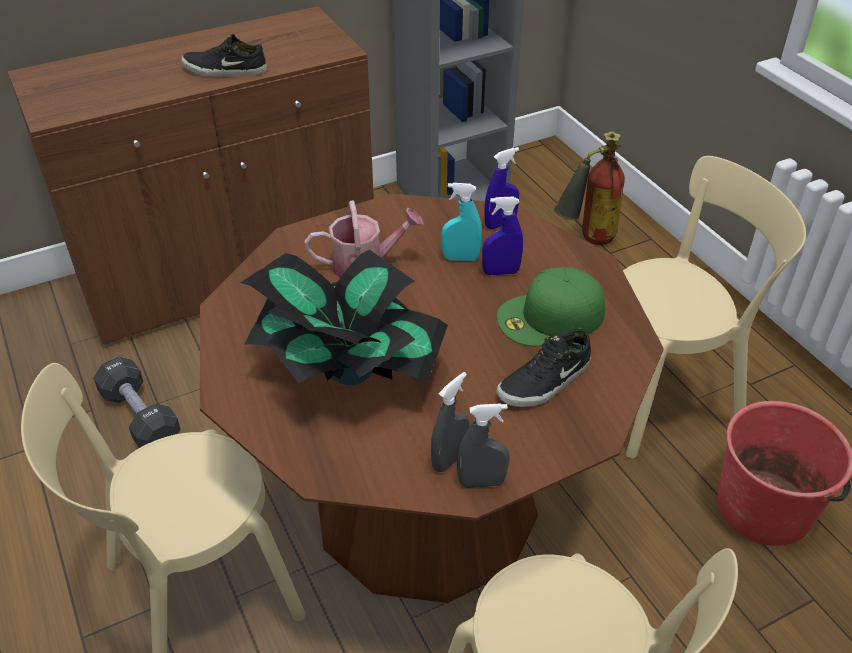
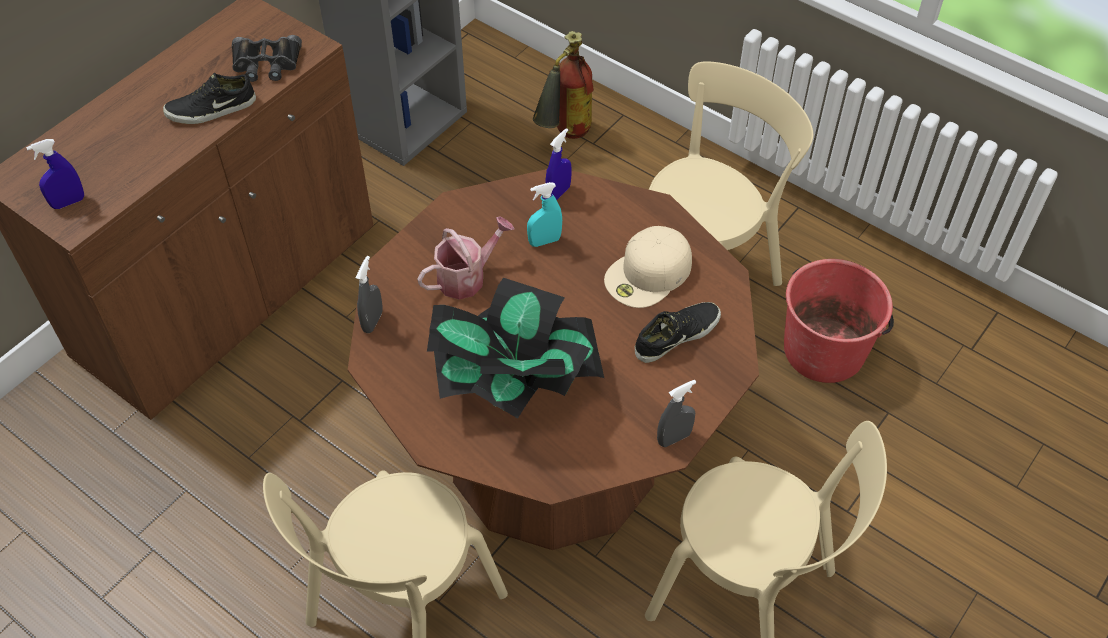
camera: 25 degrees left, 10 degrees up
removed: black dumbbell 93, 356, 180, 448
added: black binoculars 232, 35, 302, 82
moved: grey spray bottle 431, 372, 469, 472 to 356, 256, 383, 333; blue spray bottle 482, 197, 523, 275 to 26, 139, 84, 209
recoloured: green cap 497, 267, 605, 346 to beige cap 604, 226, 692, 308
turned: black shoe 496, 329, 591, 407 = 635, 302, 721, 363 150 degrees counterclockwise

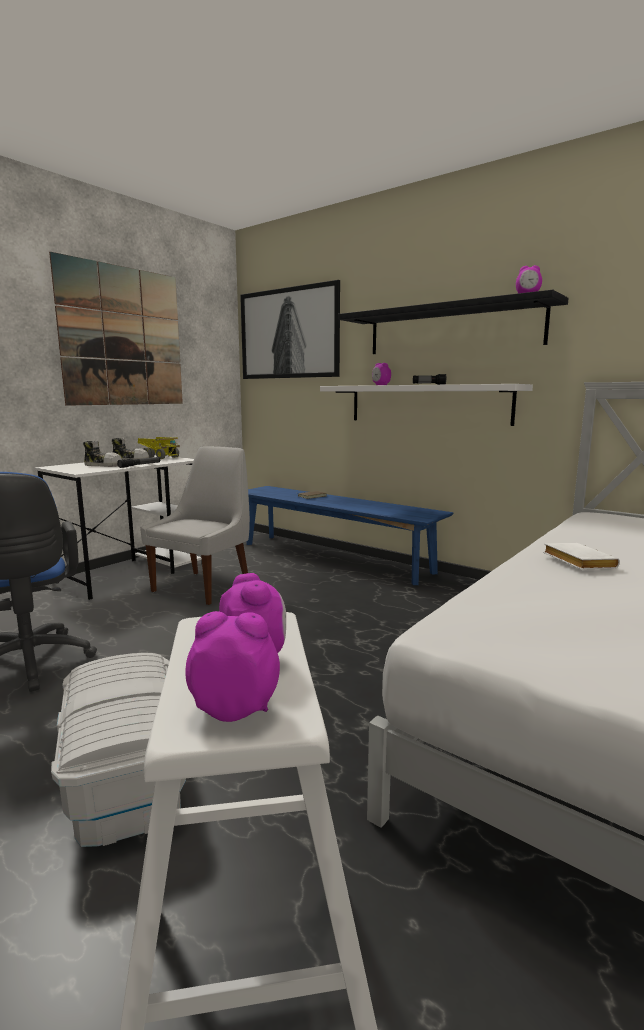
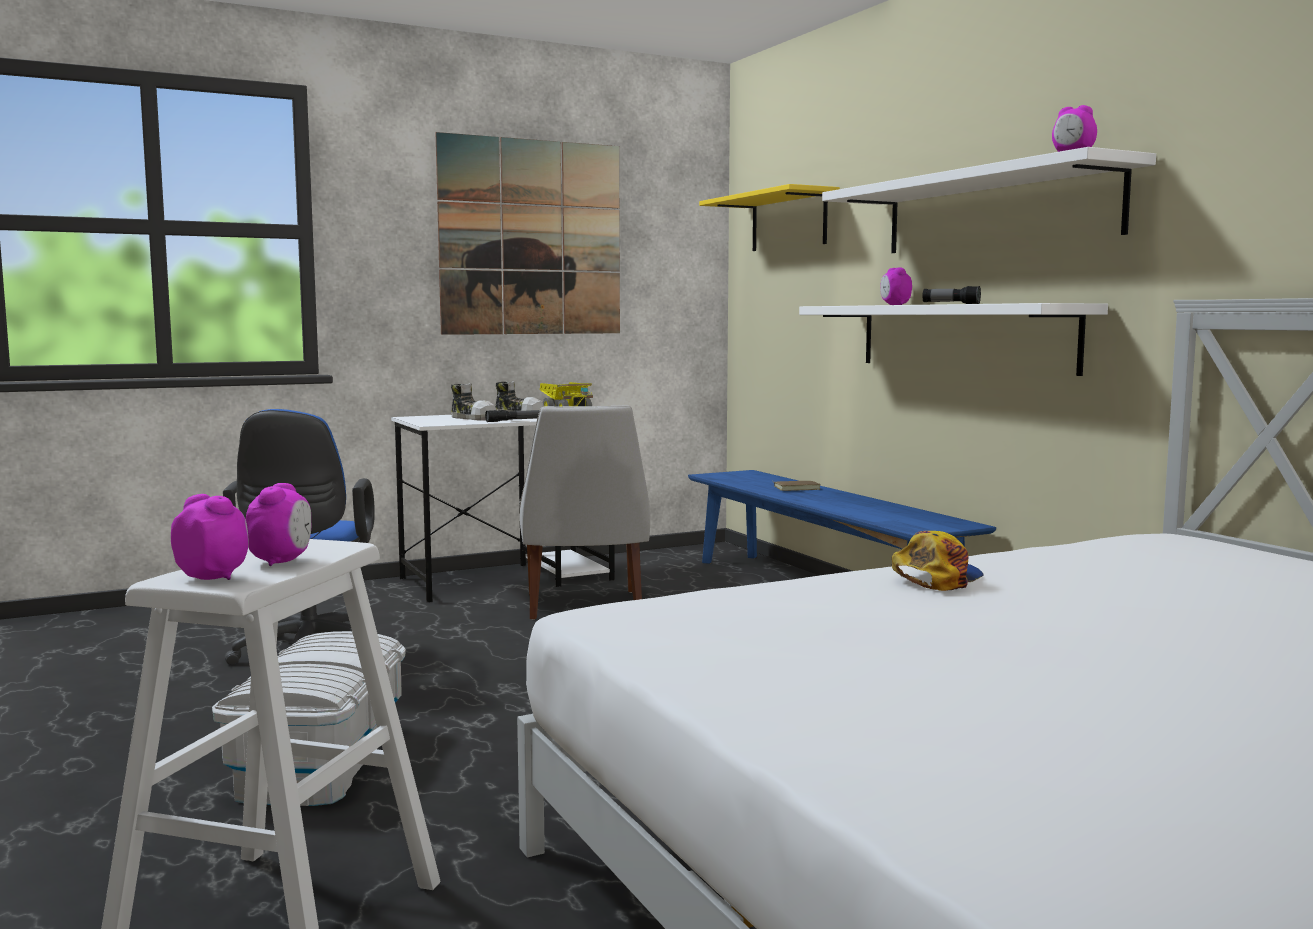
camera: 25 degrees right, 5 degrees down
replaced: picture 240, 280, 340, 379 to yellow shelf 699, 184, 840, 251; white book 543, 543, 620, 569 to cap 892, 531, 984, 591
recoloured: black shelf 338, 290, 569, 354 to white shelf 822, 147, 1156, 253
turned: white chair 140, 446, 250, 605 = 520, 405, 650, 620 120 degrees clockwise

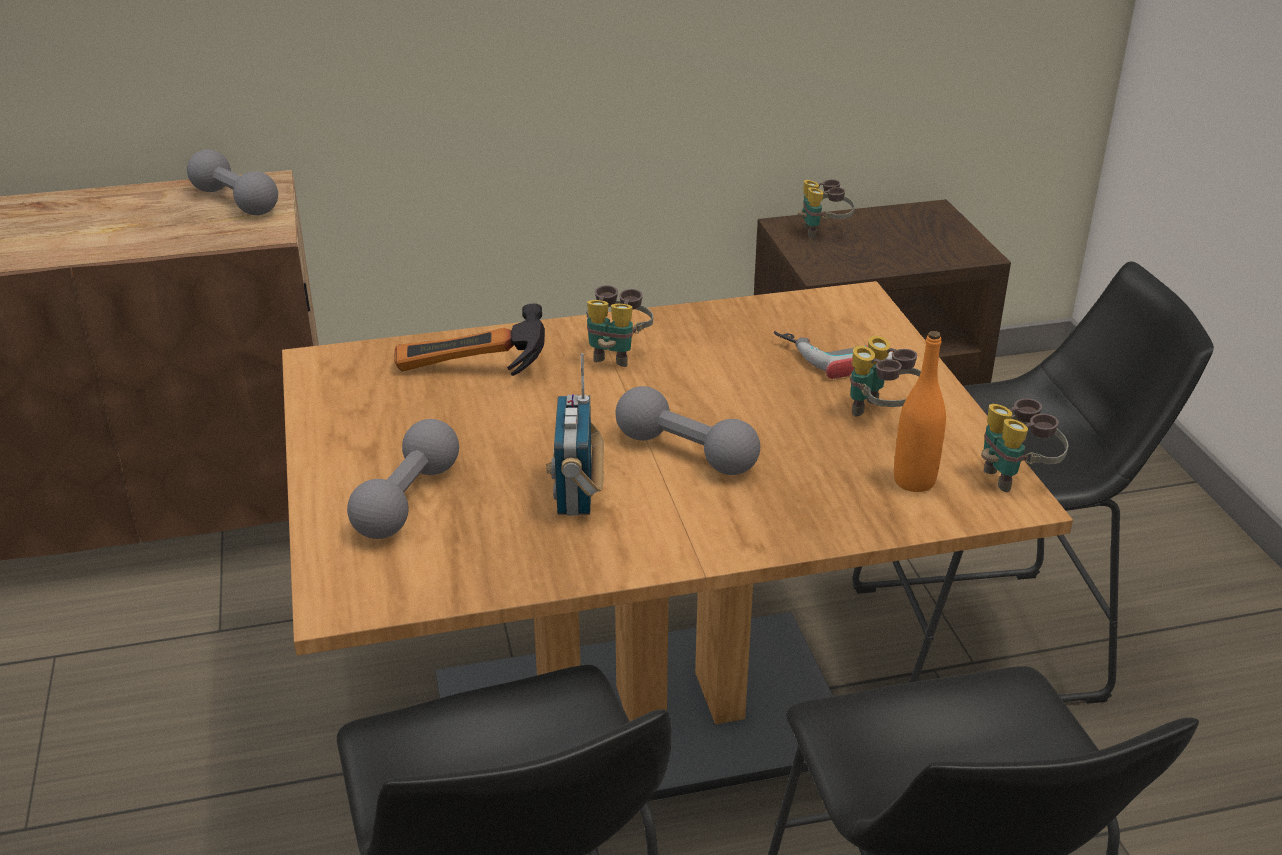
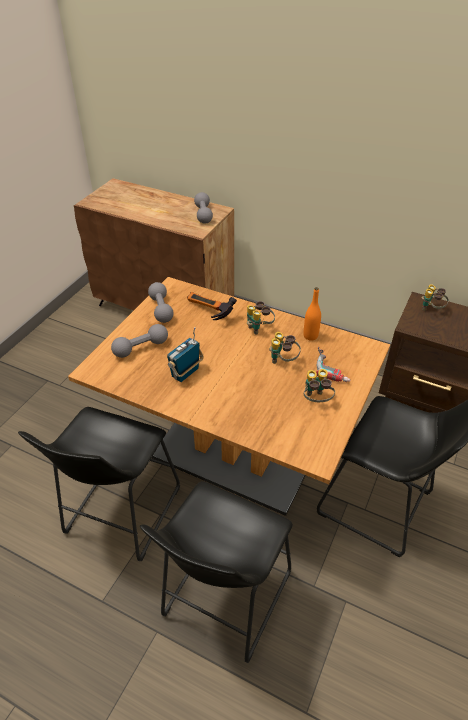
camera: 40 degrees right, 10 degrees up
moved: grey dumbbell 615, 386, 760, 475 to 148, 282, 174, 323; orange bottle 894, 331, 946, 492 to 304, 287, 321, 341; binoculars 981, 398, 1068, 492 to 269, 332, 301, 364

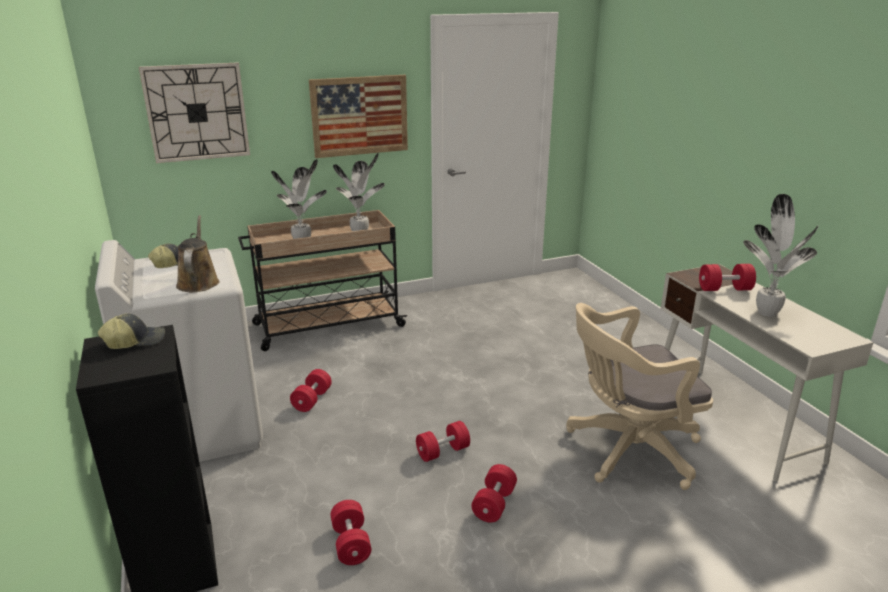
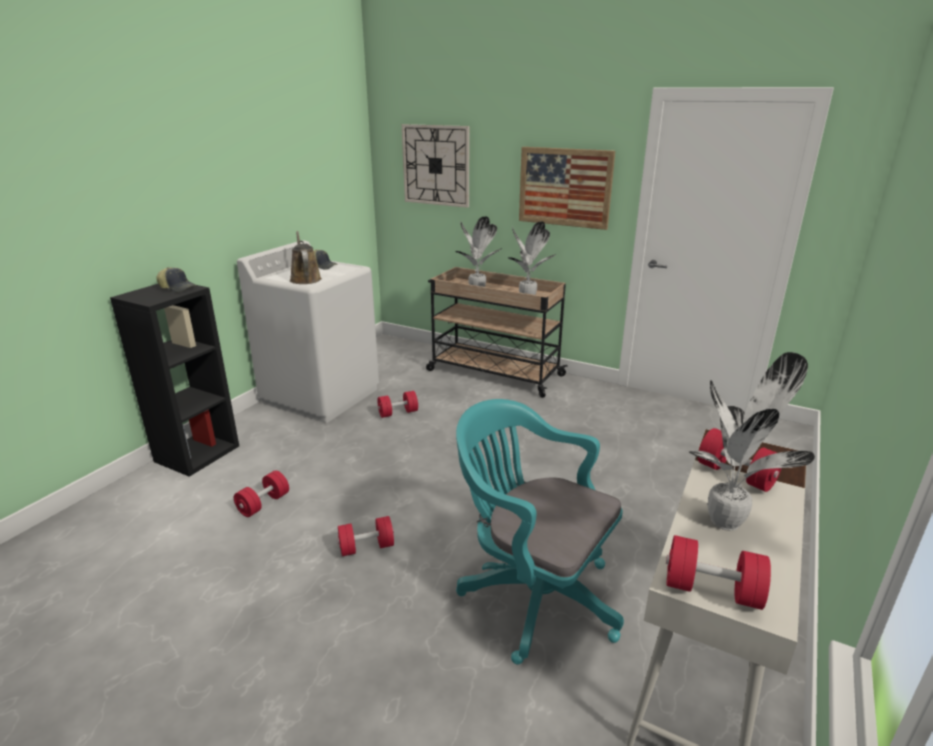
camera: 50 degrees right, 0 degrees up
moved: red dumbbell 416, 421, 470, 462 to 666, 535, 771, 610
recoloured: beige office chair 566, 303, 713, 490 to turquoise office chair 456, 399, 624, 665
turned: brown watering can 176, 215, 220, 292 = 290, 231, 322, 284 60 degrees counterclockwise

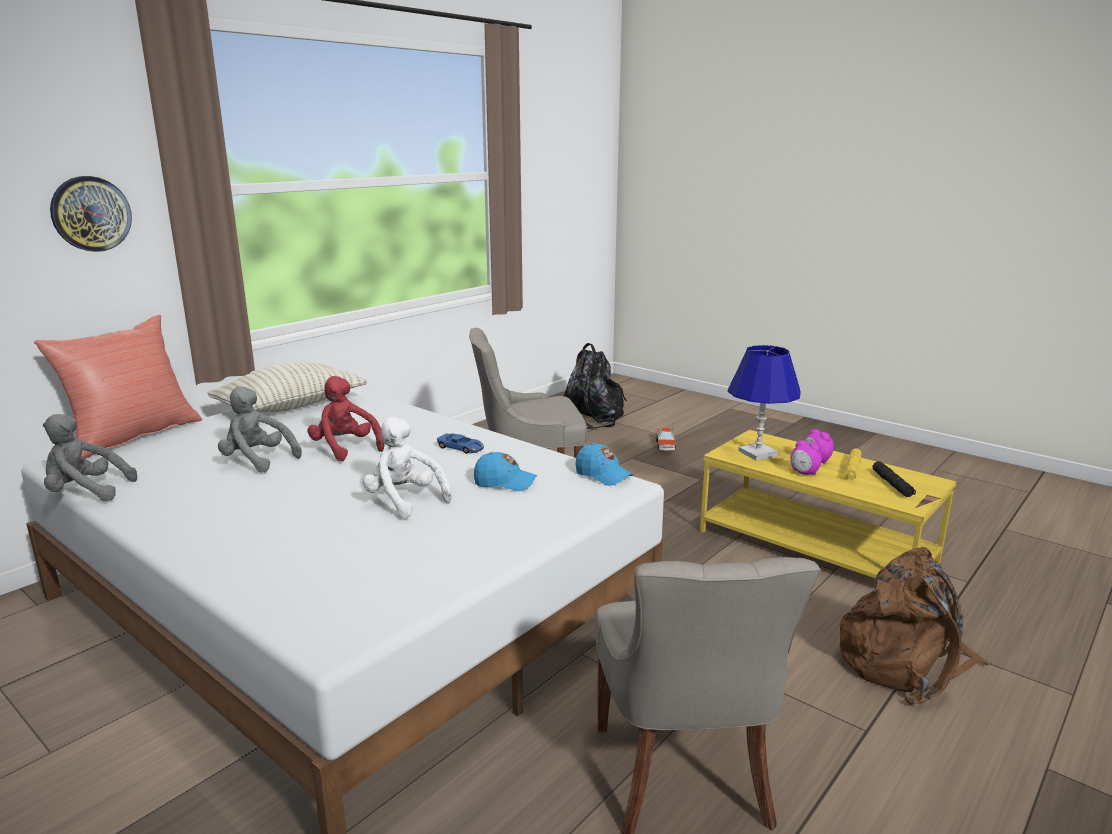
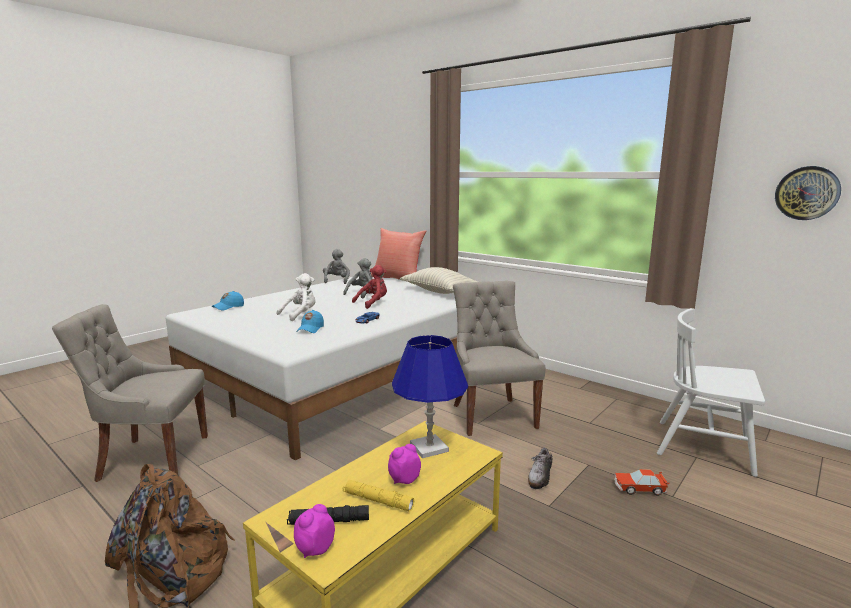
camera: 90 degrees right, 5 degrees down
added: shoe 528, 448, 556, 489
moved: wall clock 50, 176, 132, 252 to 775, 166, 841, 220; blue cap 575, 443, 633, 486 to 212, 291, 244, 311; alarm clock 790, 440, 822, 475 to 294, 504, 335, 558
replaced: black backpack 564, 343, 627, 429 to white chair 657, 308, 765, 477

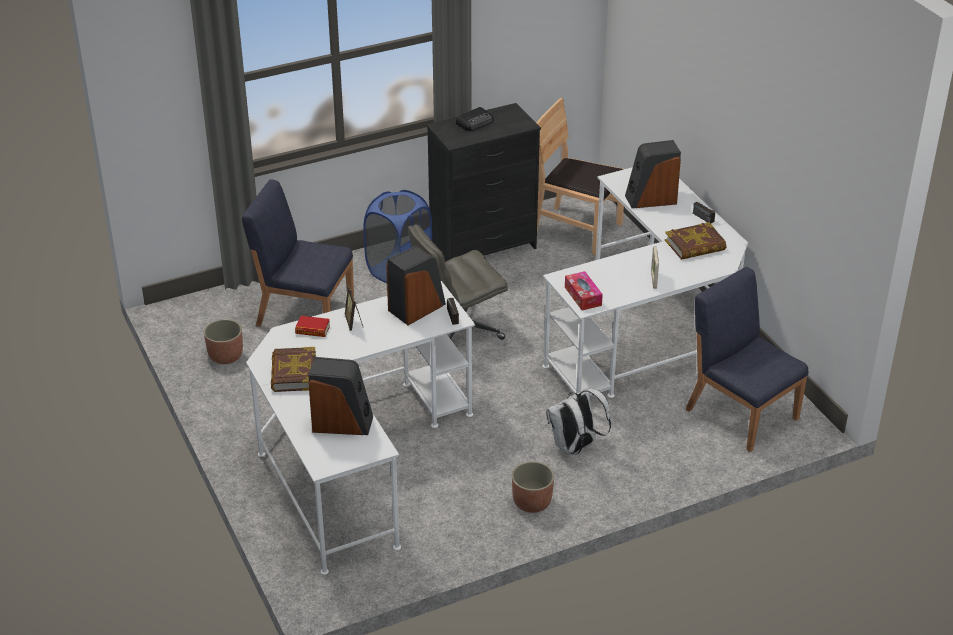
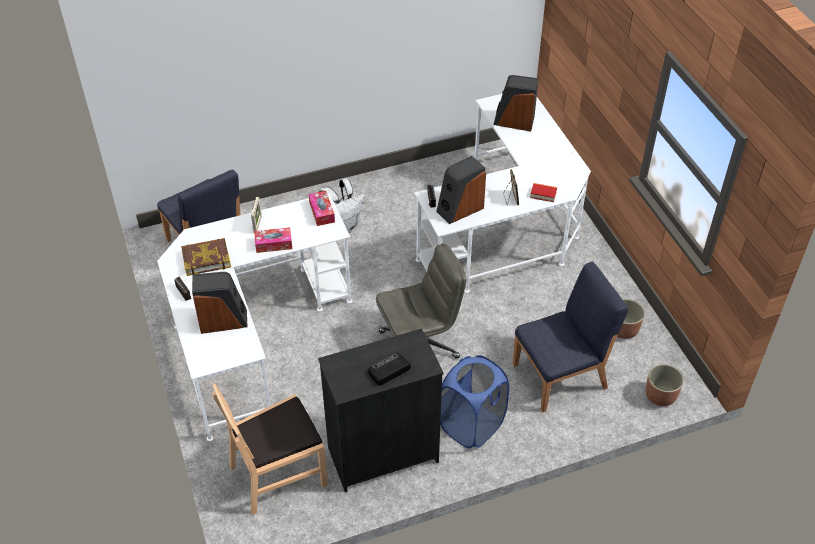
camera: 175 degrees left, 10 degrees up
removed: book 271, 347, 316, 392
added: tissue box 254, 227, 292, 253
moved: planter 512, 461, 554, 513 to 646, 364, 684, 406
turned: blue chair 242, 179, 354, 327 = 512, 261, 628, 412 45 degrees counterclockwise; brown chair 537, 97, 624, 255 = 212, 383, 328, 515 120 degrees clockwise

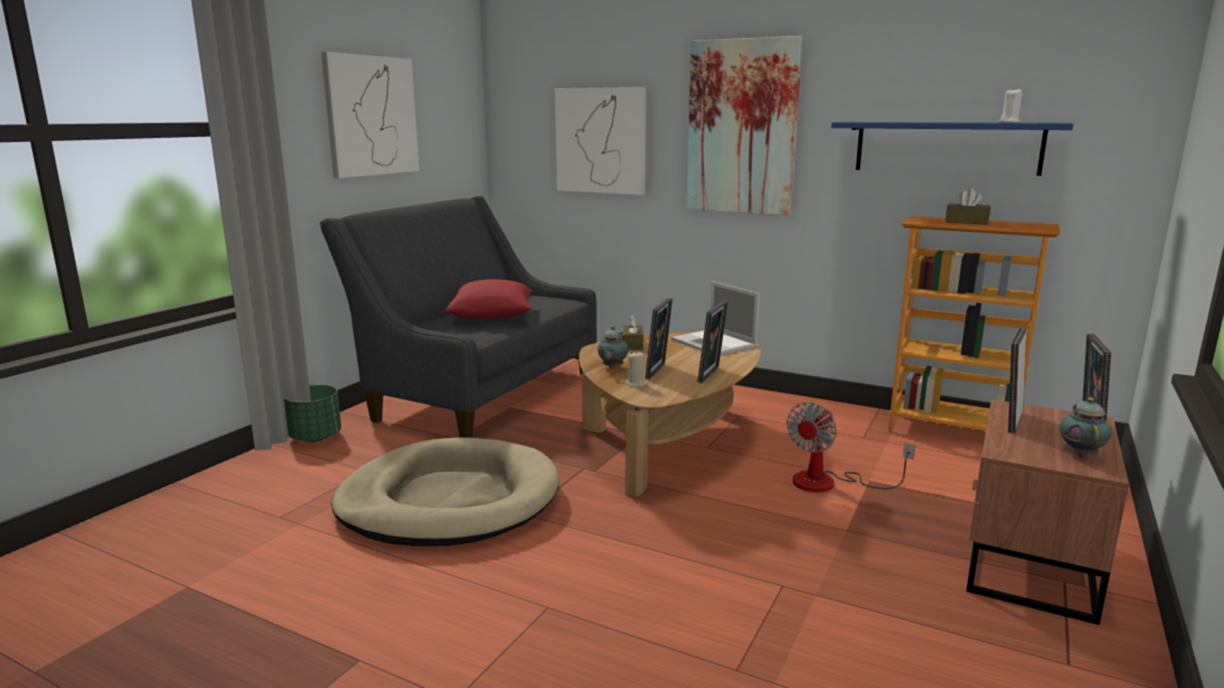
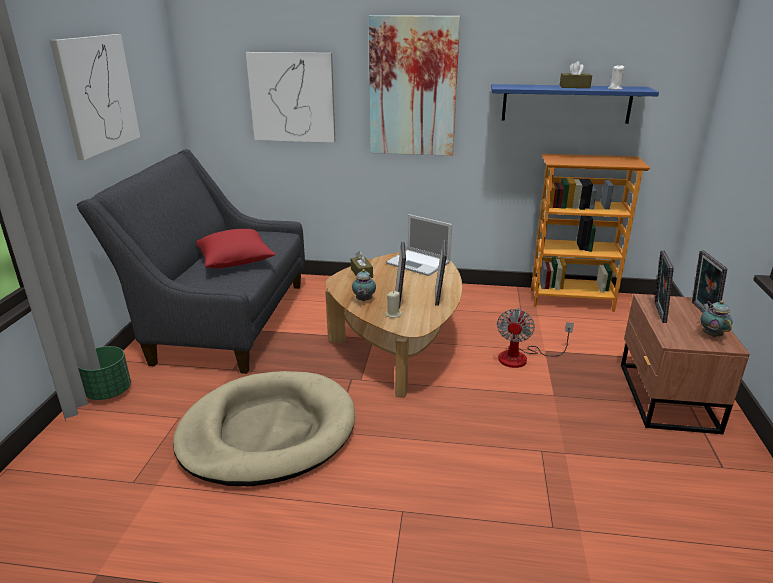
camera: 20 degrees left, 10 degrees up
moved: brown tissue box 945, 188, 991, 225 to 560, 61, 592, 88

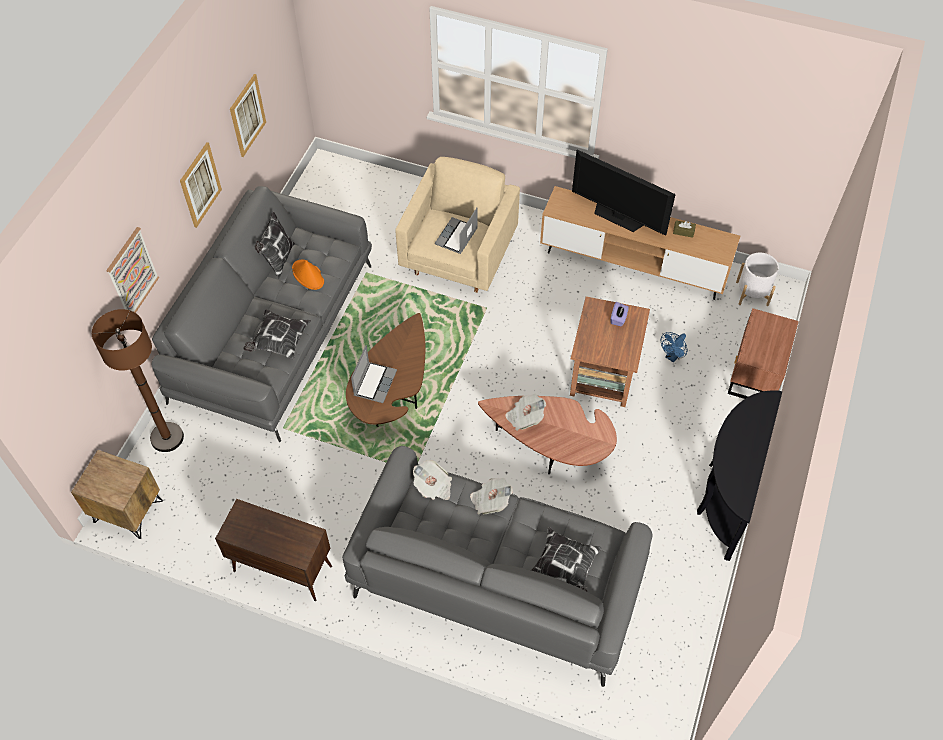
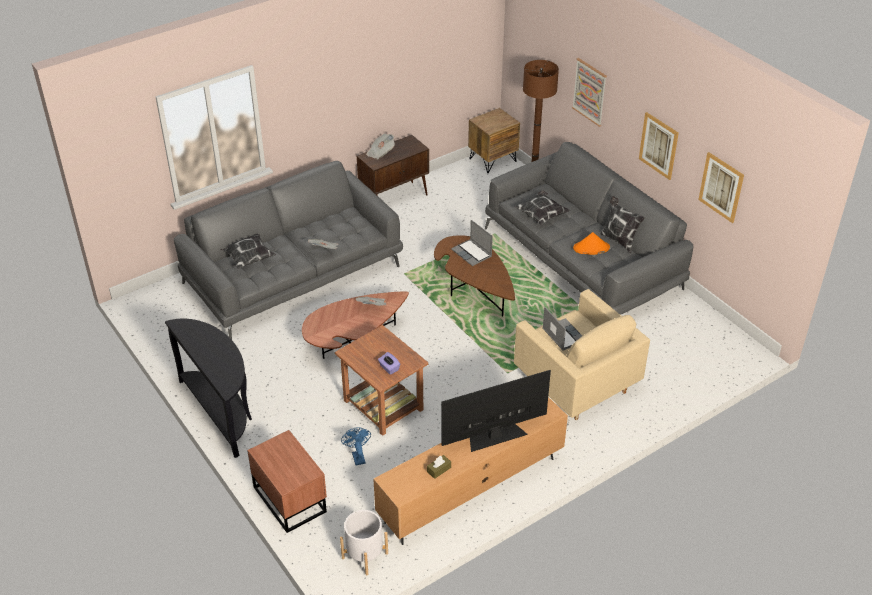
camera: 125 degrees right, 15 degrees down
moved: newspaper 413, 460, 452, 500 to 366, 134, 395, 159

